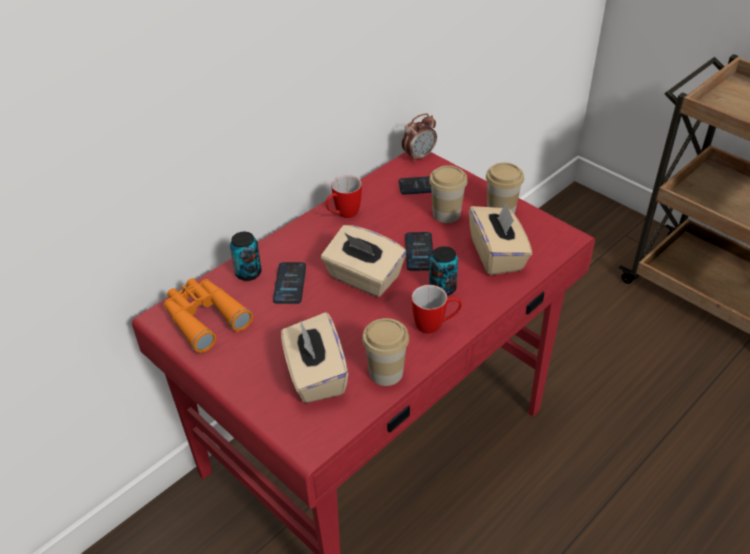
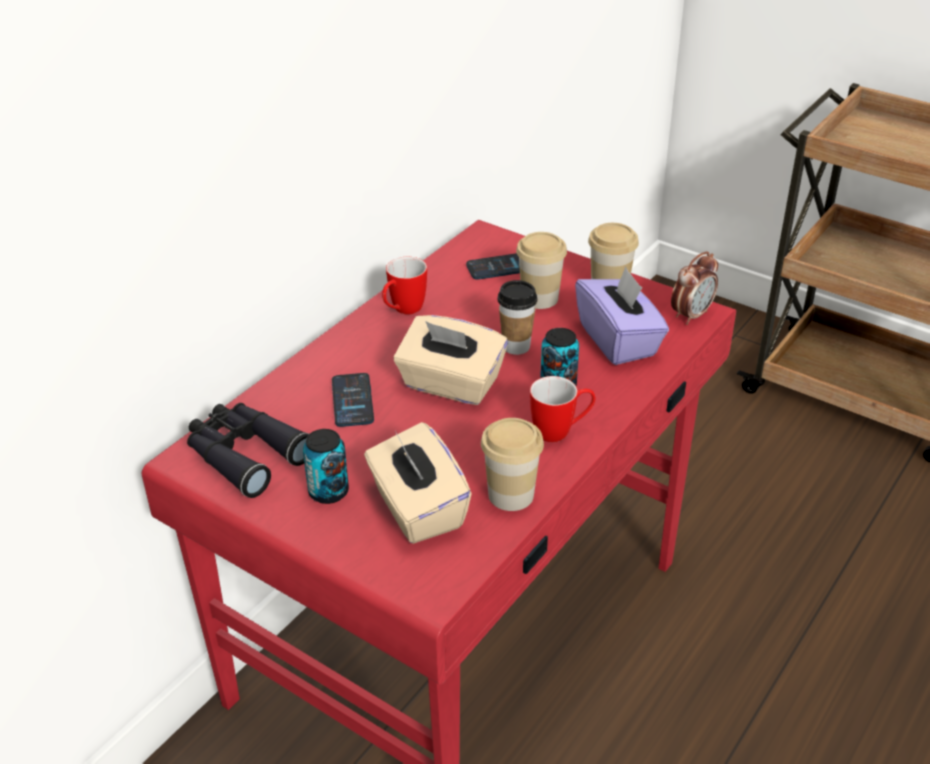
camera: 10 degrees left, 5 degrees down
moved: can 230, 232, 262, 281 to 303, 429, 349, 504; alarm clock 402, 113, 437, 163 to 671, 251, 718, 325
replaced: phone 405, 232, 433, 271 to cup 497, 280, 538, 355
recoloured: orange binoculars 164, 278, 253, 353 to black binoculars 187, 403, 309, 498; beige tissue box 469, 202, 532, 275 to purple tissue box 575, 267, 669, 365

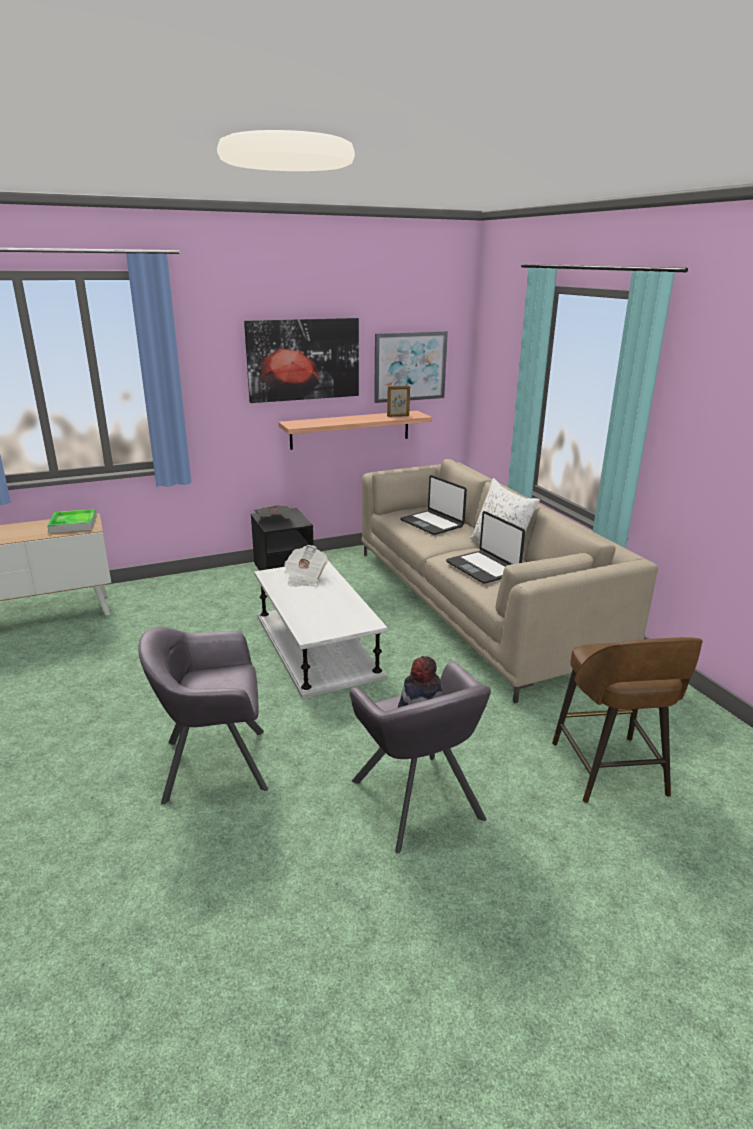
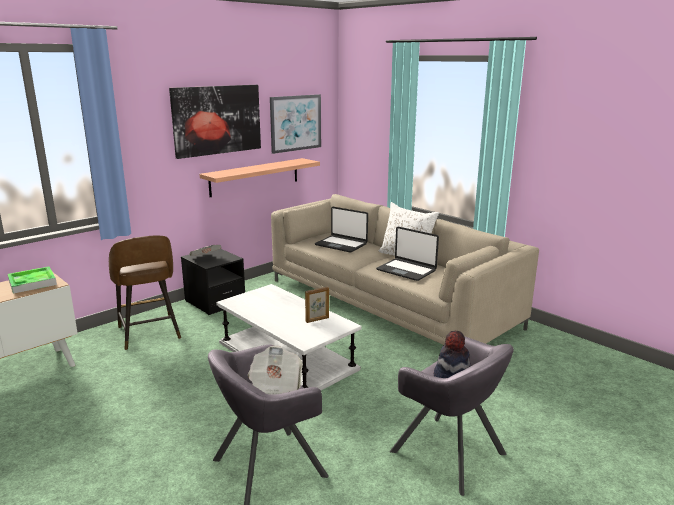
camera: 20 degrees left, 5 degrees down
moved: newspaper 284, 545, 328, 587 to 248, 346, 303, 395; picture frame 387, 386, 410, 417 to 305, 287, 329, 323; brown stool 552, 637, 703, 803 to 109, 236, 181, 350

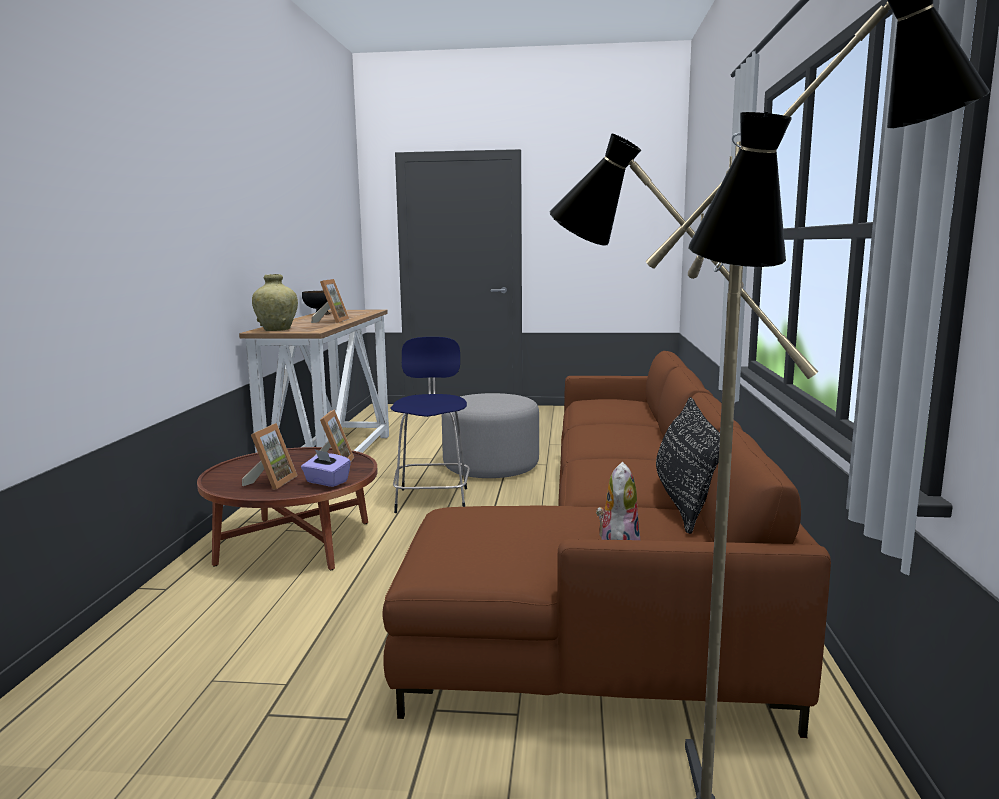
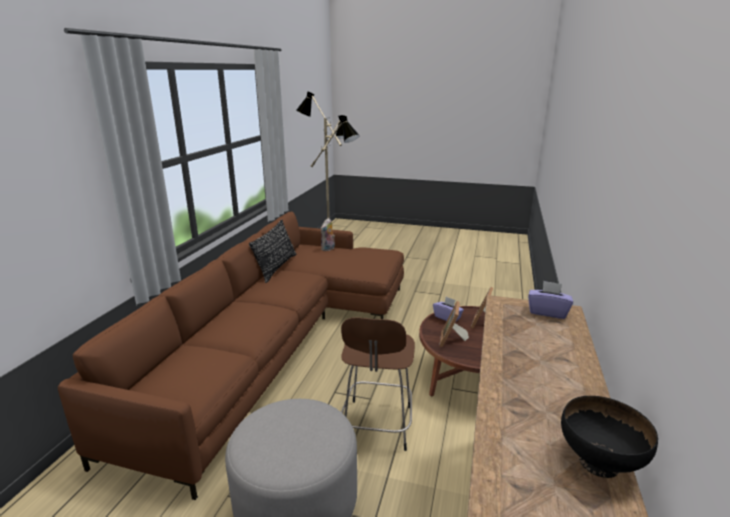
camera: 170 degrees left, 10 degrees up
removed: picture frame 311, 279, 349, 323
replaced: beige vase 252, 274, 298, 331 to purple tissue box 528, 281, 573, 319
recoloured: blue stool 390, 337, 470, 513 to brown stool 341, 317, 415, 451

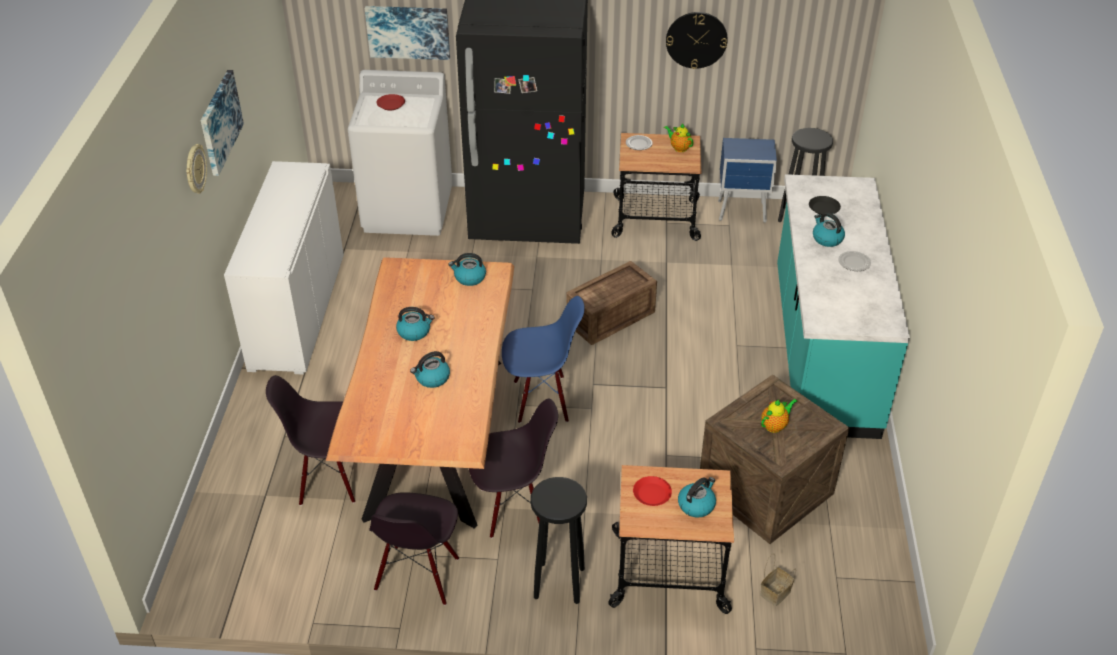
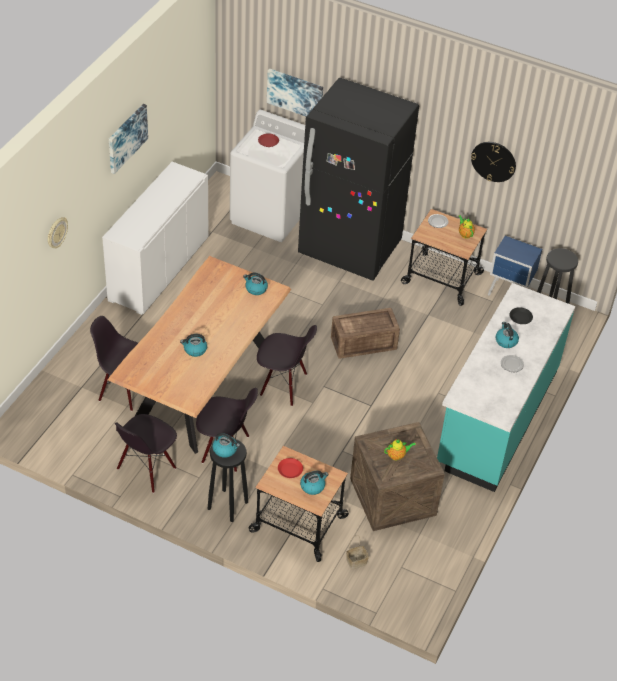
camera: 20 degrees right, 5 degrees up
moved: wall clock 186, 144, 207, 194 to 48, 217, 68, 248; kettle 396, 307, 434, 341 to 212, 433, 240, 458
recoloured: blue chair 502, 296, 584, 423 to black chair 257, 325, 317, 406

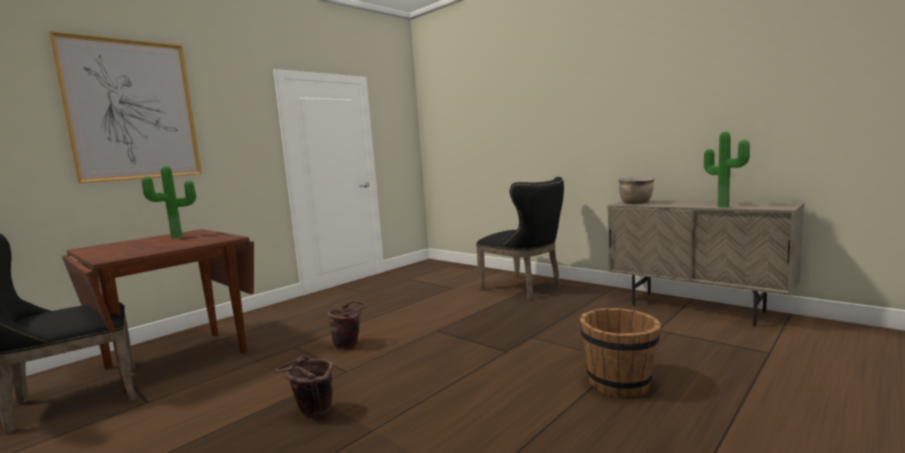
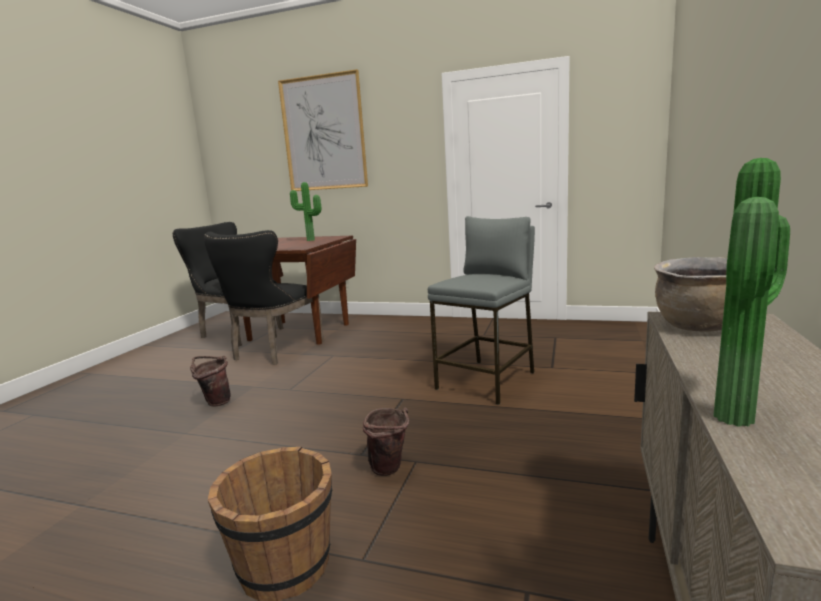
camera: 65 degrees right, 5 degrees up
added: grey stool 428, 216, 535, 405
moved: brown bucket 327, 301, 367, 350 to 363, 408, 409, 476; black chair 476, 177, 564, 300 to 204, 230, 324, 365

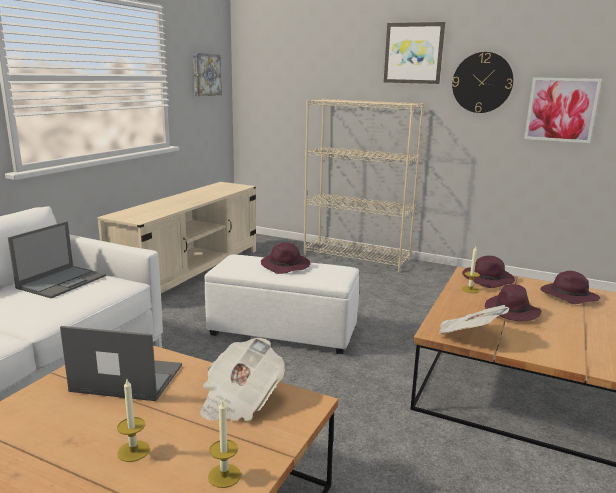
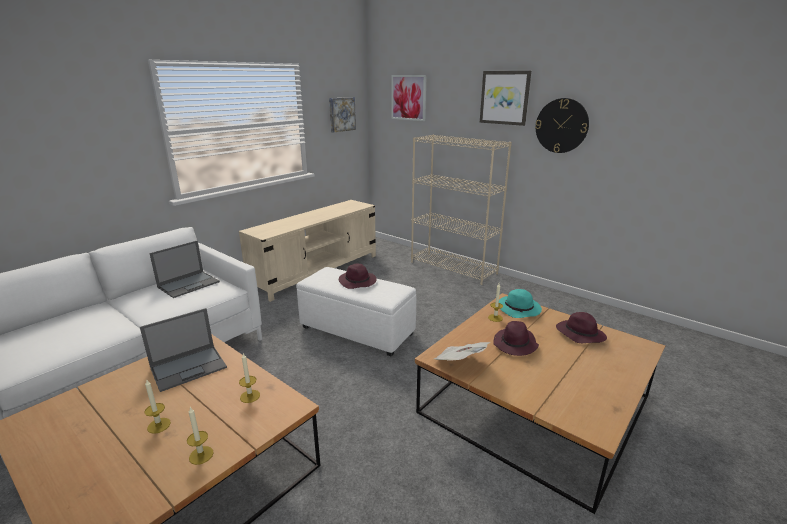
camera: 15 degrees right, 5 degrees up
moved: picture 524, 77, 602, 143 to 391, 75, 427, 121
replaced: newspaper 200, 338, 285, 421 to candle 239, 353, 260, 403
recoloured: purple hat 462, 256, 515, 288 to turquoise hat 499, 289, 542, 318
turned: laptop 60, 326, 182, 401 = 140, 308, 227, 392 120 degrees clockwise

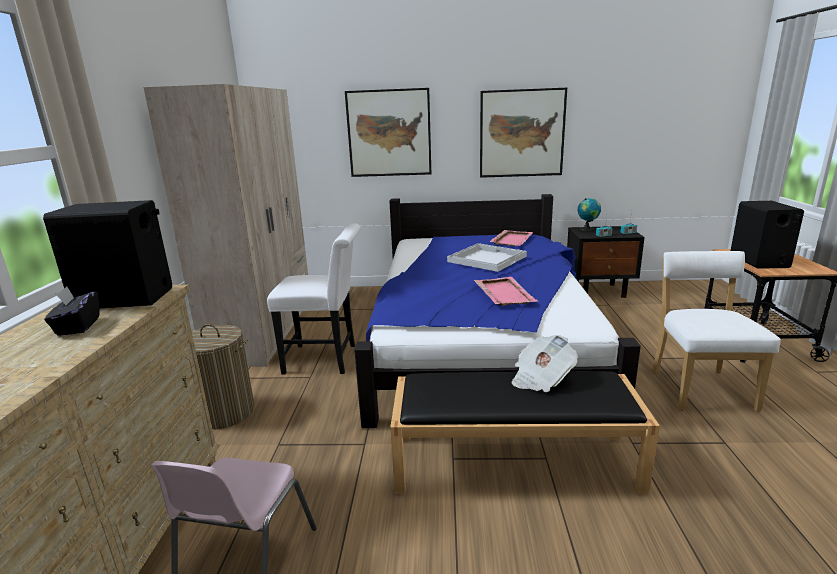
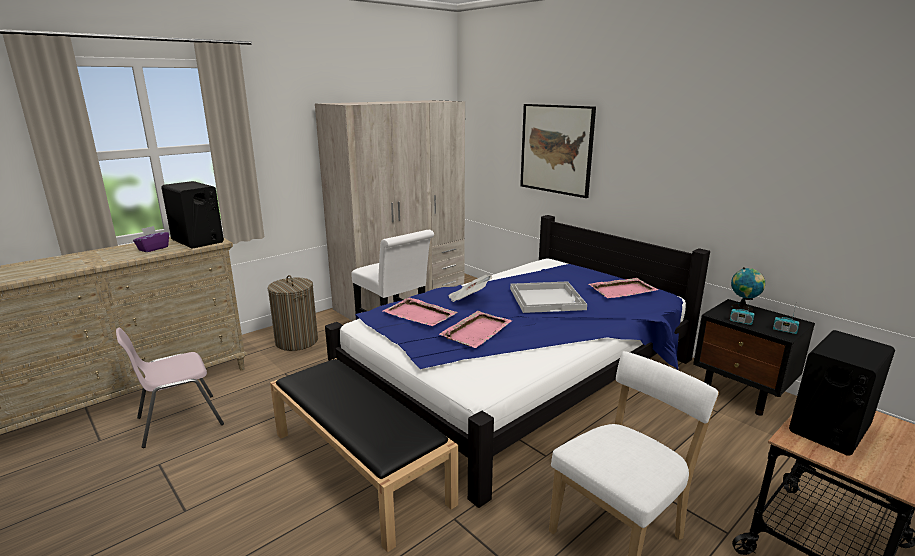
camera: 45 degrees right, 0 degrees up
removed: picture 480, 88, 567, 178
added: pink tray 383, 298, 458, 326
moved: newspaper 512, 335, 578, 392 to 449, 275, 492, 302
recoloured: black tissue box 44, 286, 99, 336 to purple tissue box 133, 226, 169, 252

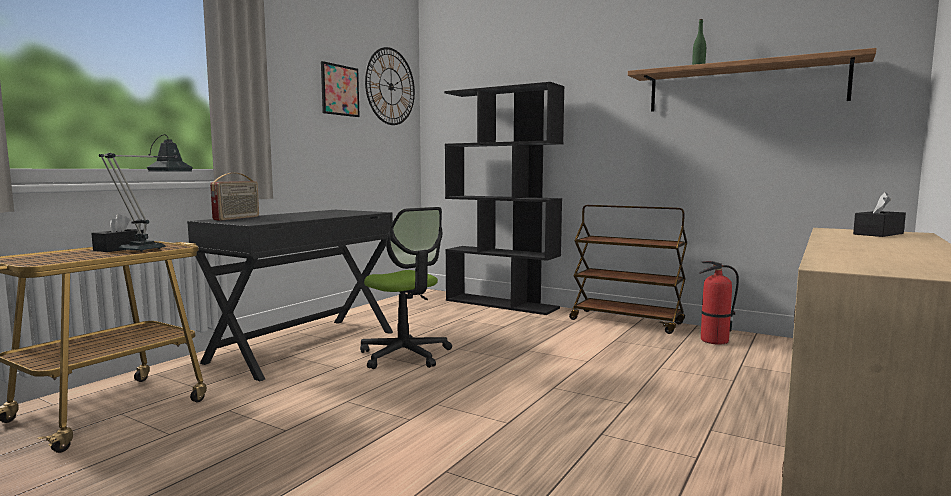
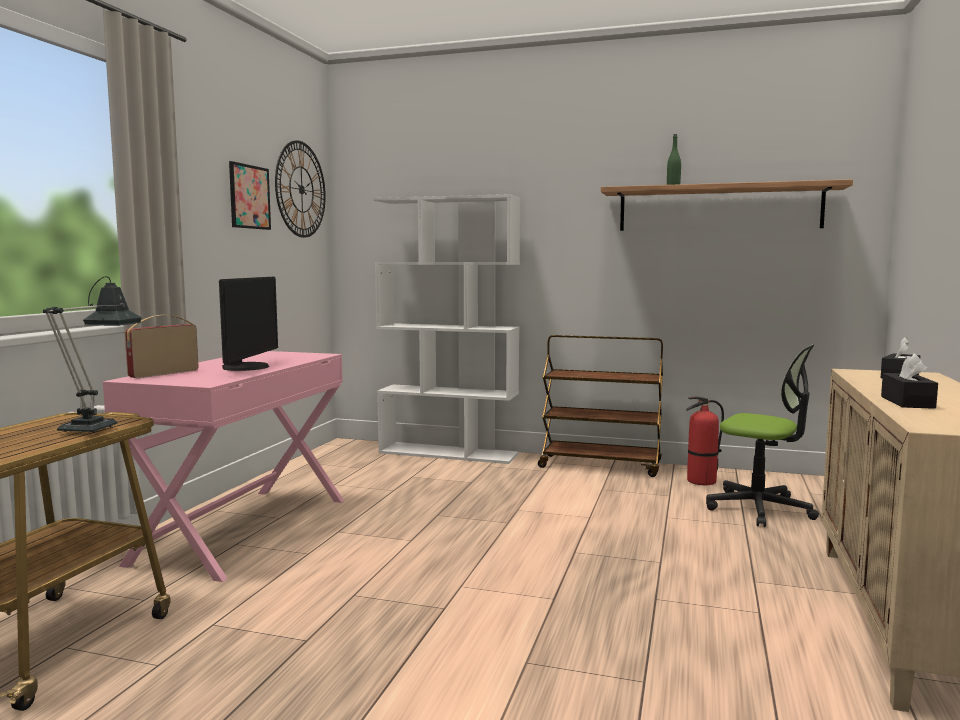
camera: 15 degrees left, 0 degrees up
added: monitor 219, 277, 278, 371
moved: black tissue box 91, 214, 146, 252 to 881, 354, 938, 409; office chair 360, 207, 452, 369 to 706, 344, 819, 527
recoloured: black desk 187, 210, 393, 381 to pink desk 103, 351, 344, 582; black bookcase 444, 82, 565, 315 to white bookcase 374, 194, 520, 464
turned: radio 210, 173, 259, 221 = 125, 315, 199, 378 150 degrees counterclockwise

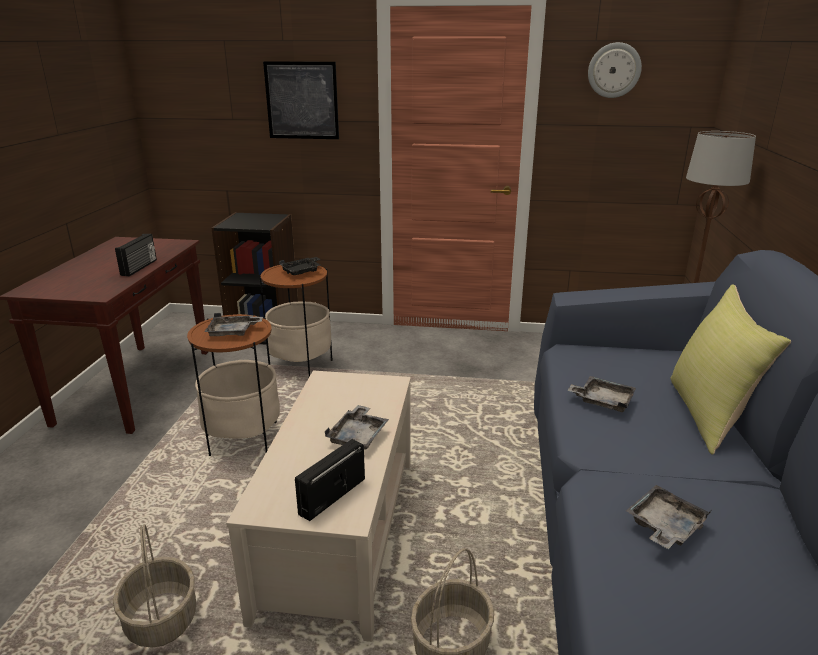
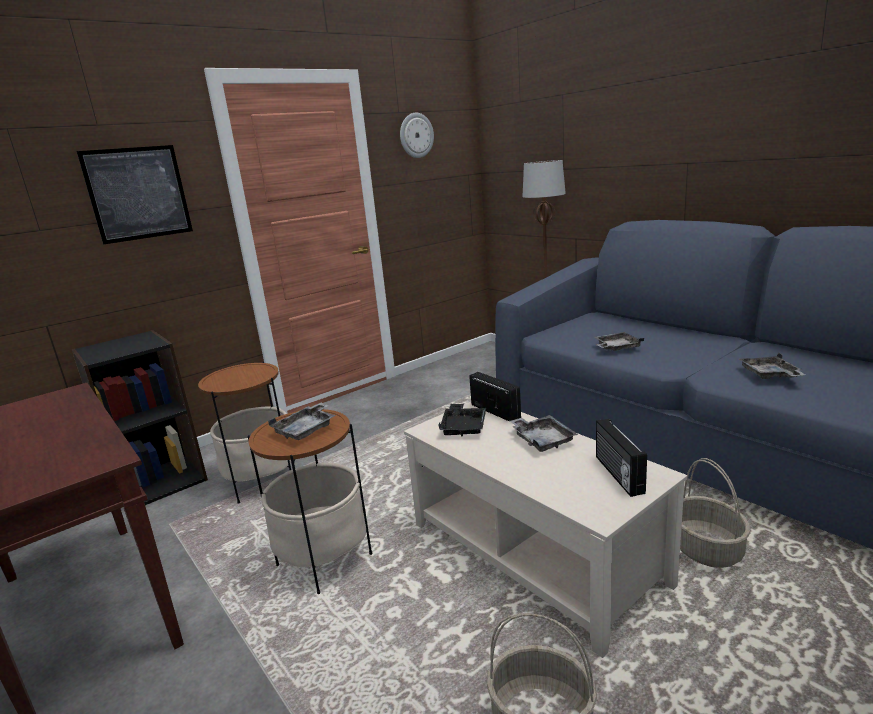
camera: 45 degrees left, 5 degrees down
removed: yellow pillow 671, 284, 791, 454
moved: radio 115, 234, 157, 276 to 469, 372, 521, 422; black tray 279, 257, 321, 275 to 438, 404, 486, 437

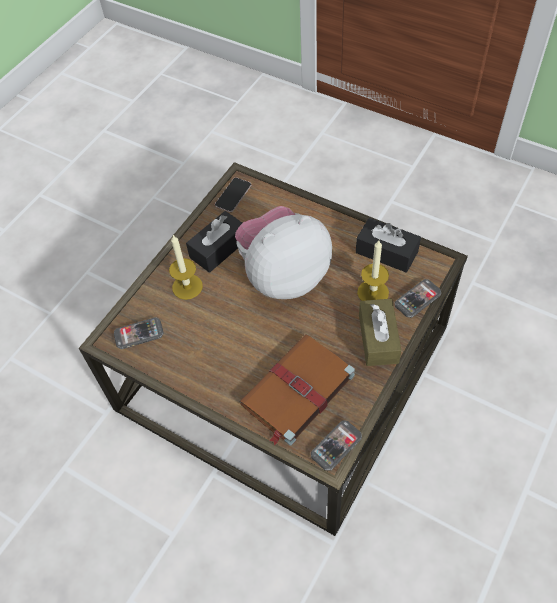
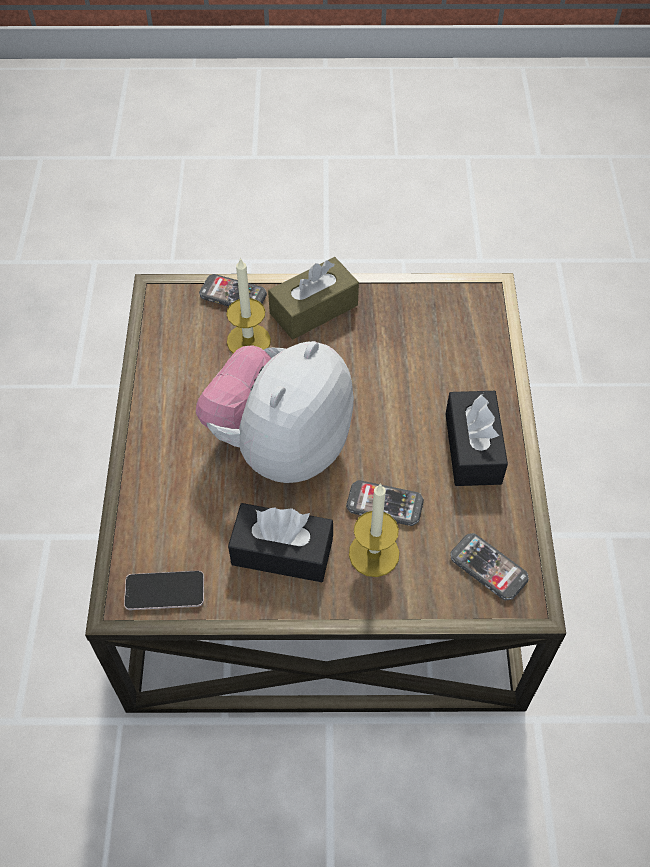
camera: 125 degrees left, 0 degrees up
removed: brown book 239, 334, 355, 446
moved: phone 311, 421, 362, 471 to 346, 480, 424, 526; black tissue box 356, 218, 421, 273 to 446, 391, 508, 486
turned: plush toy 235, 206, 332, 299 = 196, 341, 354, 483 90 degrees clockwise

